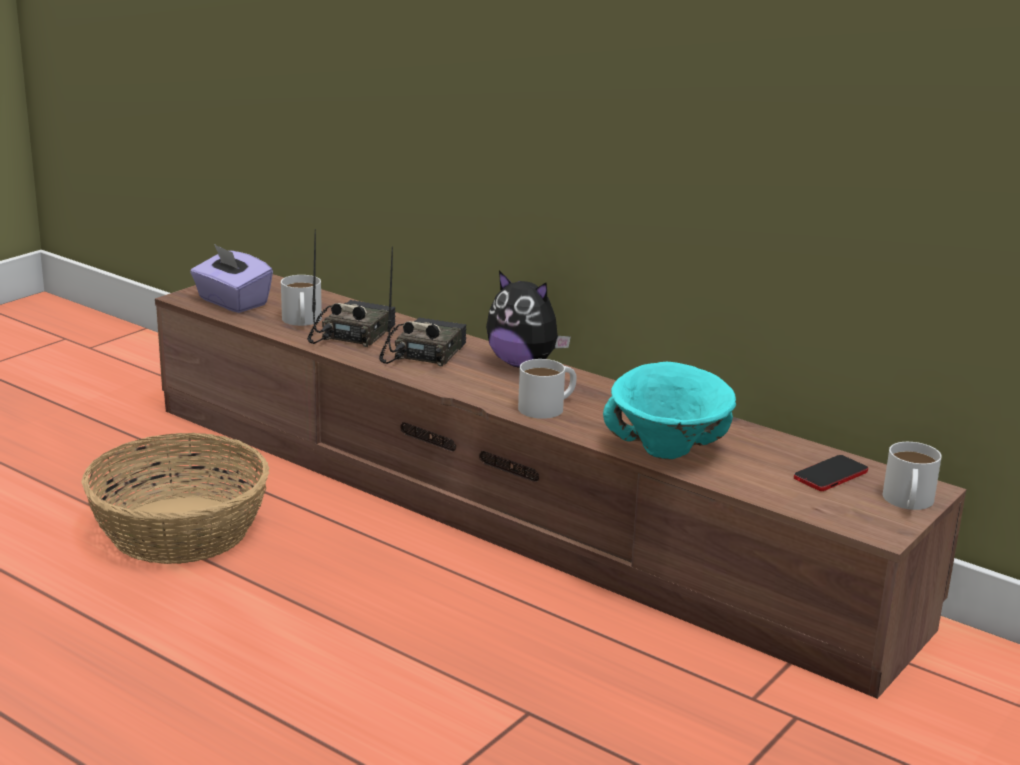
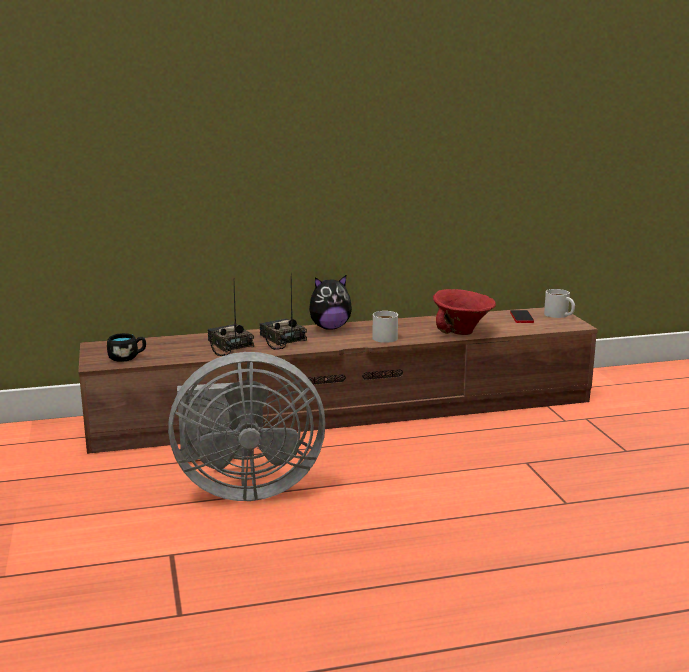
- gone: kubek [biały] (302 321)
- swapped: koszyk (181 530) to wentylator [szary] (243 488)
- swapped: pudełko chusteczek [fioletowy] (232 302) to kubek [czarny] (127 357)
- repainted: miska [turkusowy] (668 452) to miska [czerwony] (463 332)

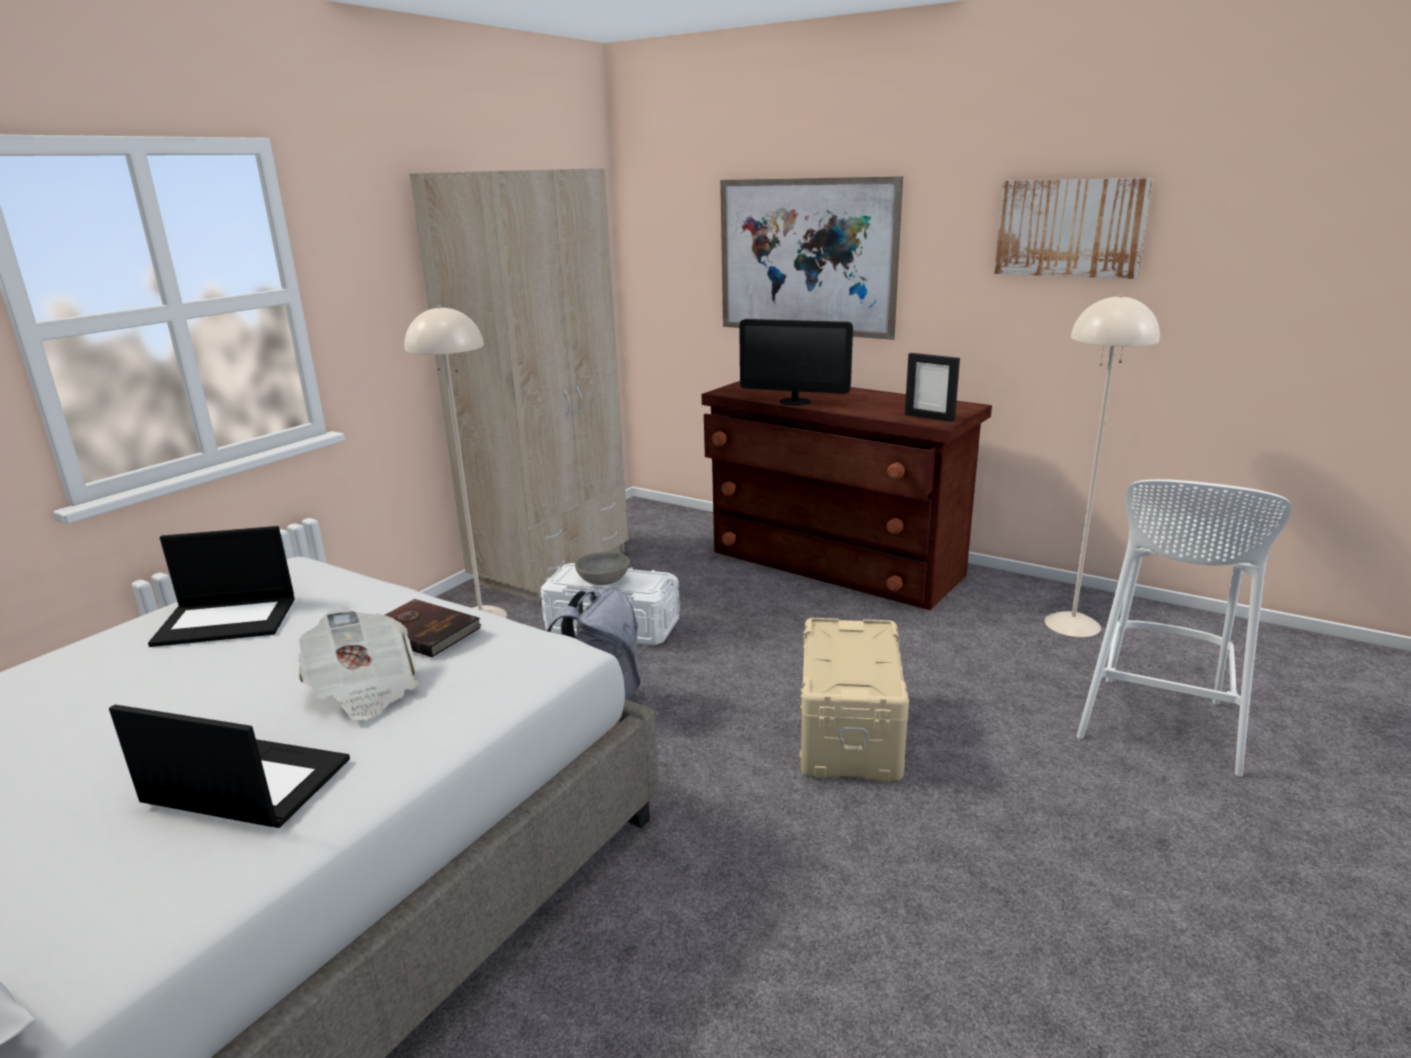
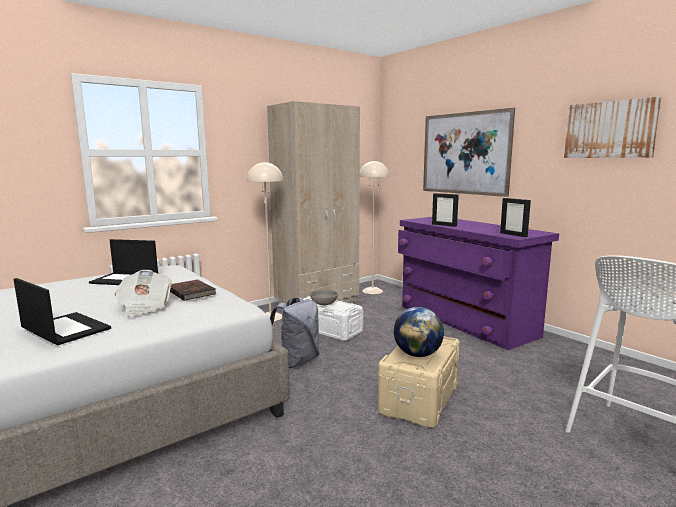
- new: globus (417 354)
- shifted: lampa stojąca [beżowy] (1072 624) to (372 291)
- swapped: monitor (795 402) to ramka na zdjęcie (444 225)
- repainted: komoda [brązowy] (832 565) to komoda [fioletowy] (463 321)

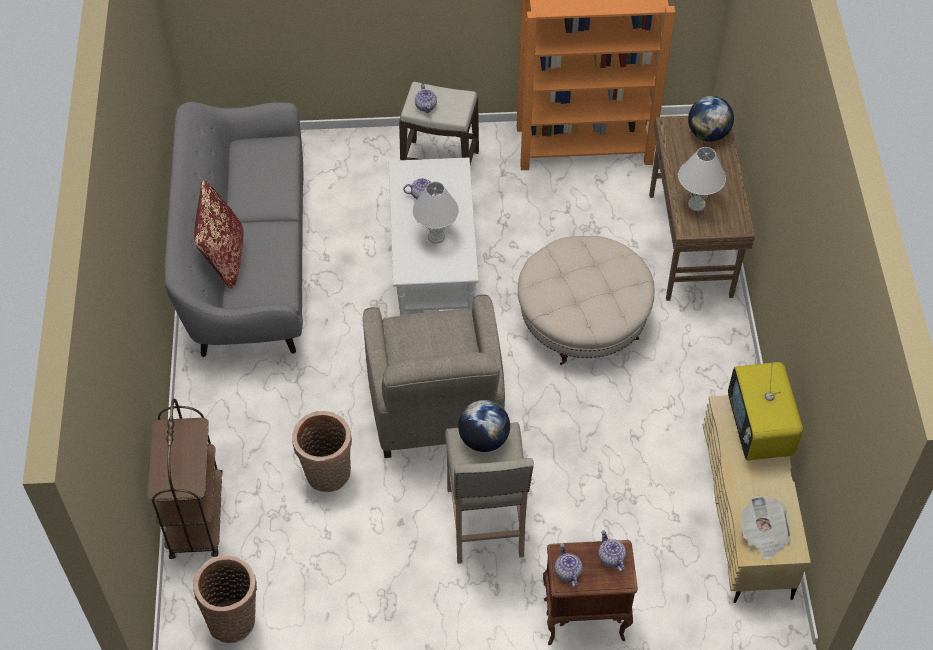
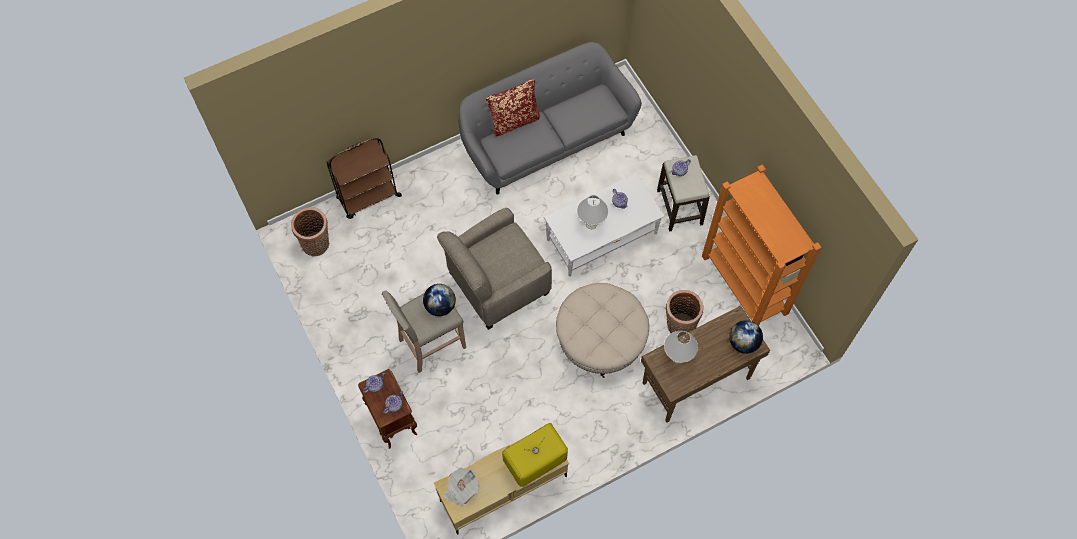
- shifted: koszyk (327 476) to (679 326)

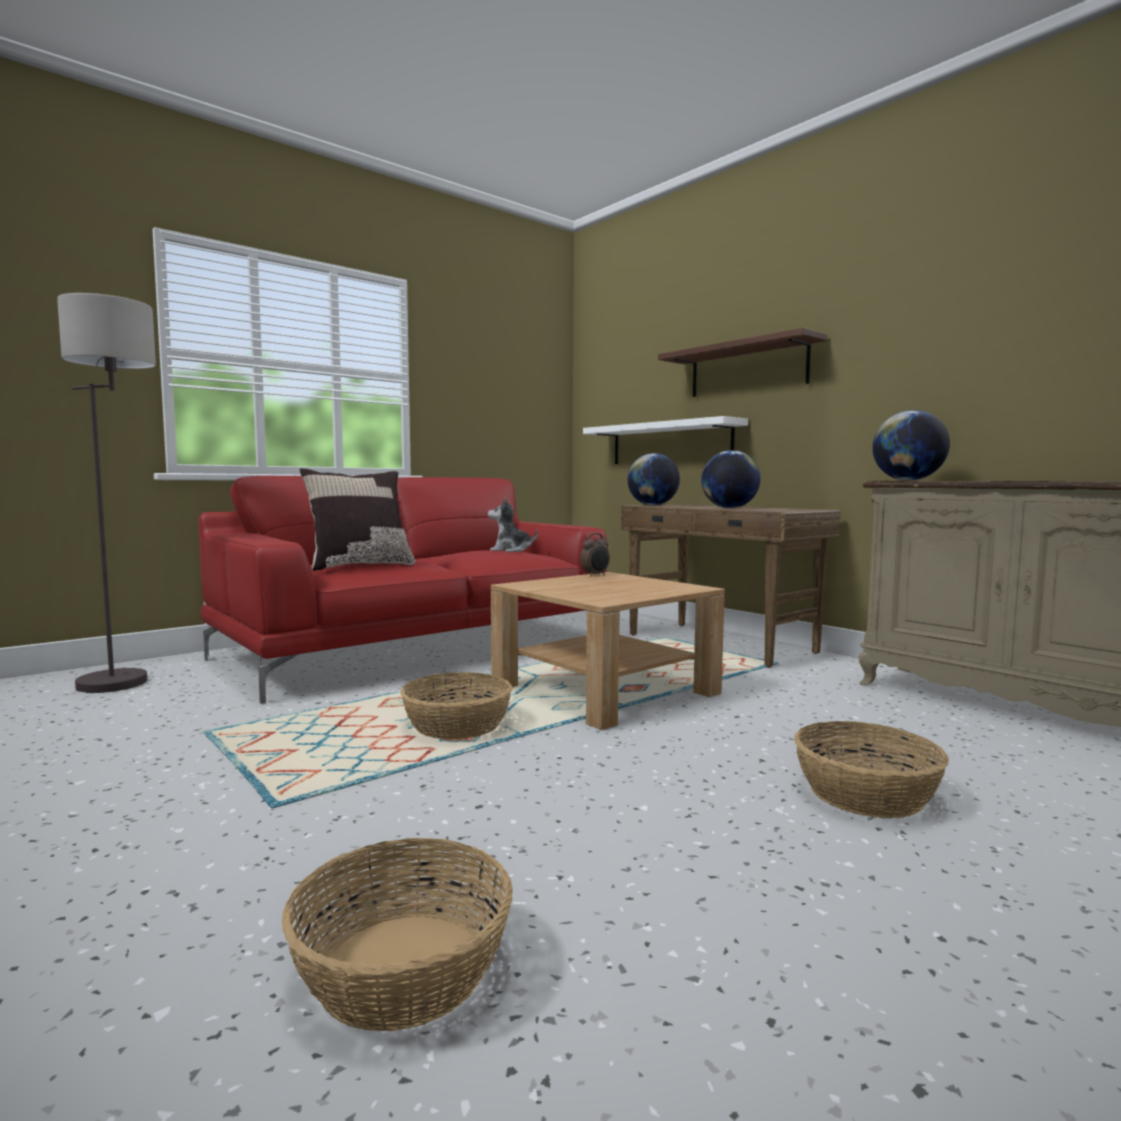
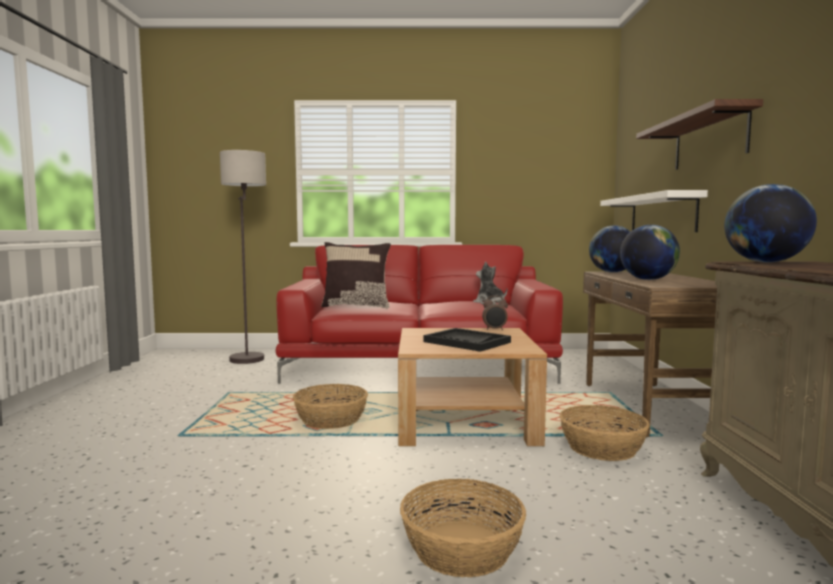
- new: taca [czarny] (466 342)
- shifted: koszyk (402 967) to (602 448)

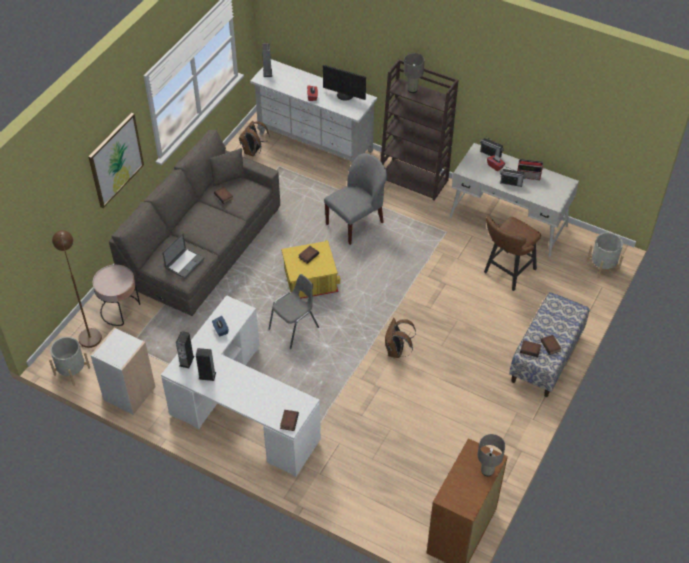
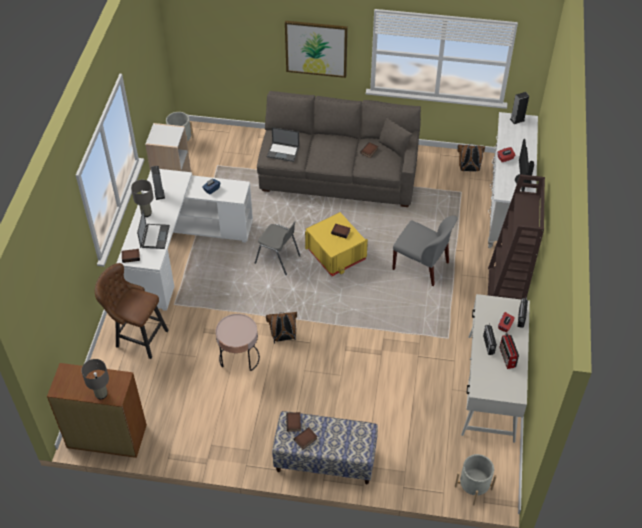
- gone: lampa stojąca [brązowy] (88 333)
- gone: głośnik (186 361)
- new: laptop (155 236)
- shifted: stolik [różowy] (120 310) to (239 358)
- shifted: lampa stołowa [szary] (412 90) to (146 214)
- shifted: stołek [brązowy] (506 274) to (136 336)

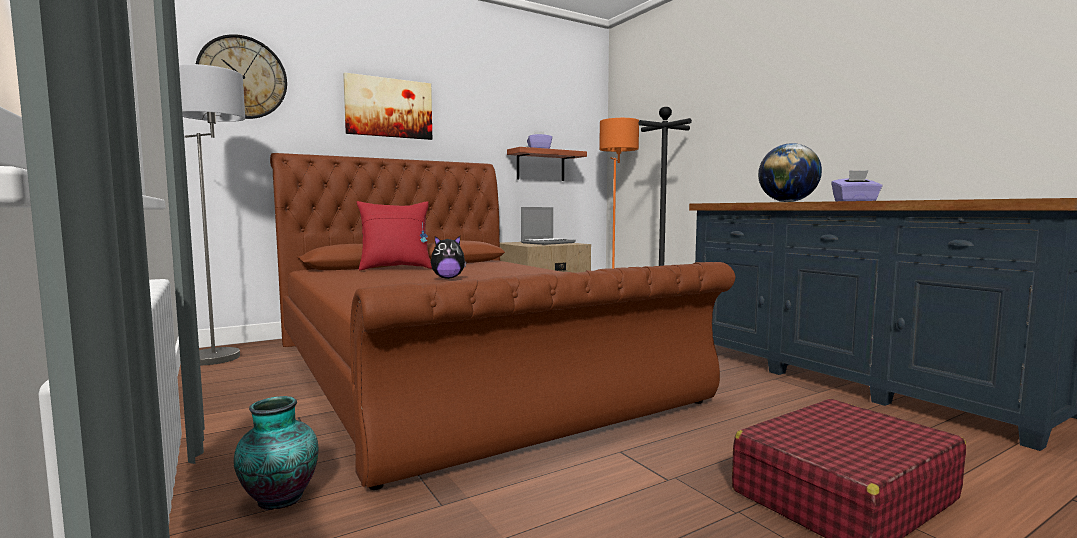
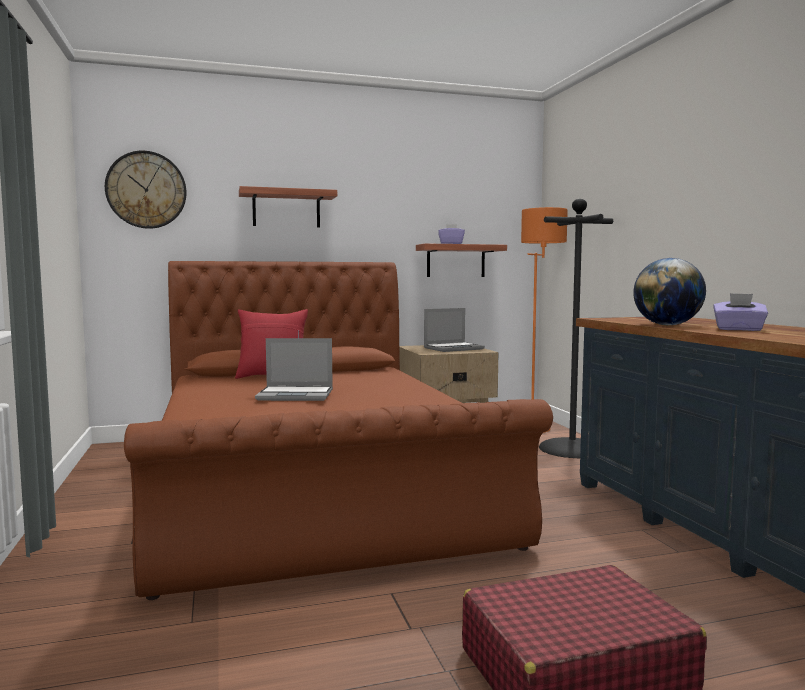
- gone: lampa stojąca [szary] (223 360)
- gone: wazon (278 499)
- swapped: obraz (389 108) to półka (286 209)
- swapped: pluszak (448 278) to laptop (296 395)

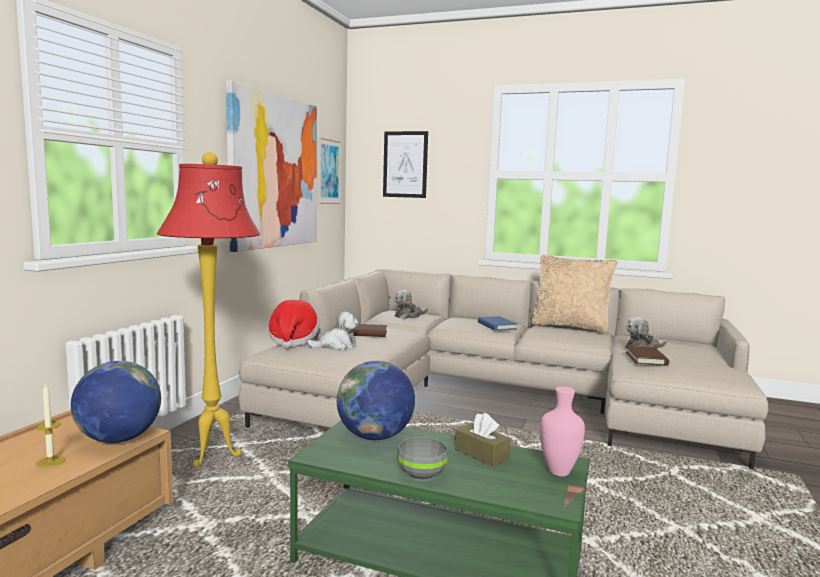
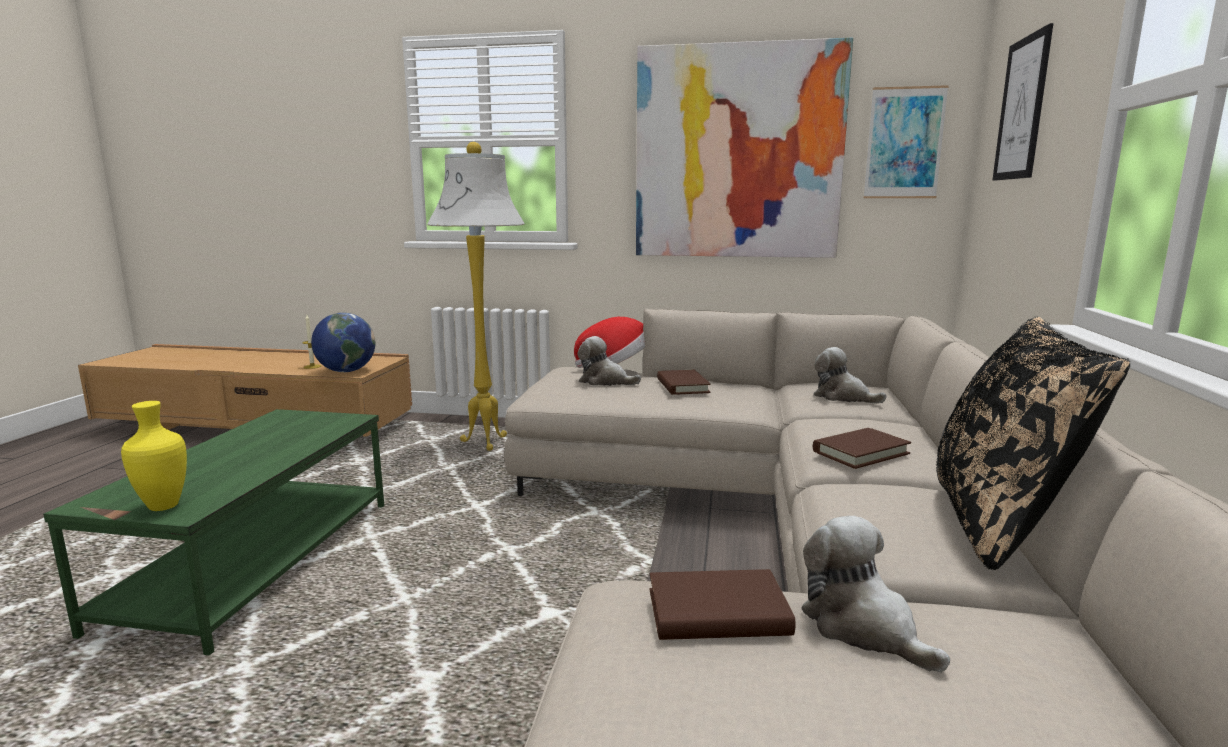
- gone: globus (375 437)
- gone: miska [szary] (422 475)
- gone: pudełko chusteczek [brązowy] (481 454)
- repainted: lampa stojąca [czerwony] (215 456) to lampa stojąca [biały] (487 444)
- repainted: książka [niebieski] (496 326) to książka [brązowy] (860 452)
- repainted: poduszka [beżowy] (570 328) to poduszka [czarny] (996 531)
- repainted: wazon [różowy] (560 472) to wazon [żółty] (163 507)
- rotated: pluszak (336 346) = (605 381) 150 degrees clockwise

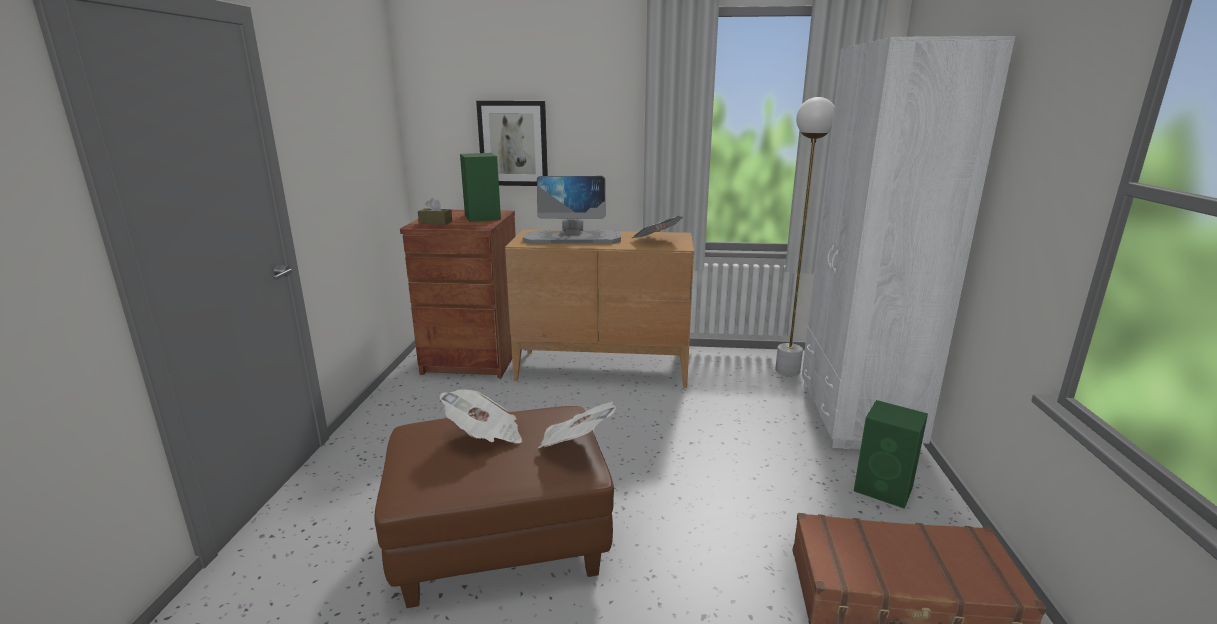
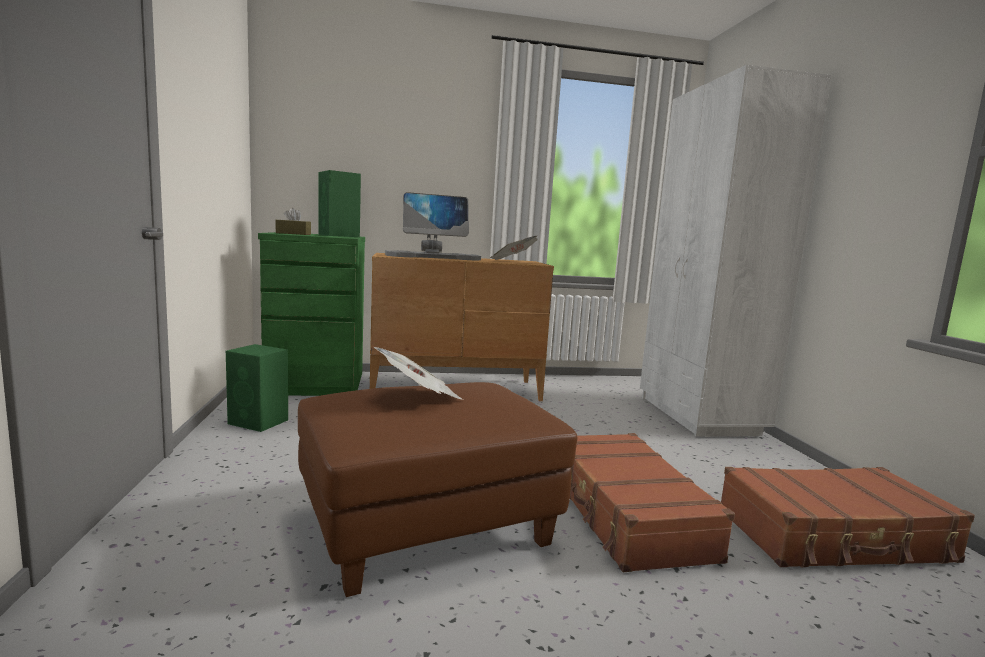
- gone: obraz (513 143)
- gone: gazeta (575 443)
- gone: lampa stojąca [biały] (787 371)
- new: walizka [brązowy] (625 514)
- shifted: głośnik [zielony] (885 489) to (259 422)
- repainted: komoda [brązowy] (474 358) to komoda [zielony] (317 384)

